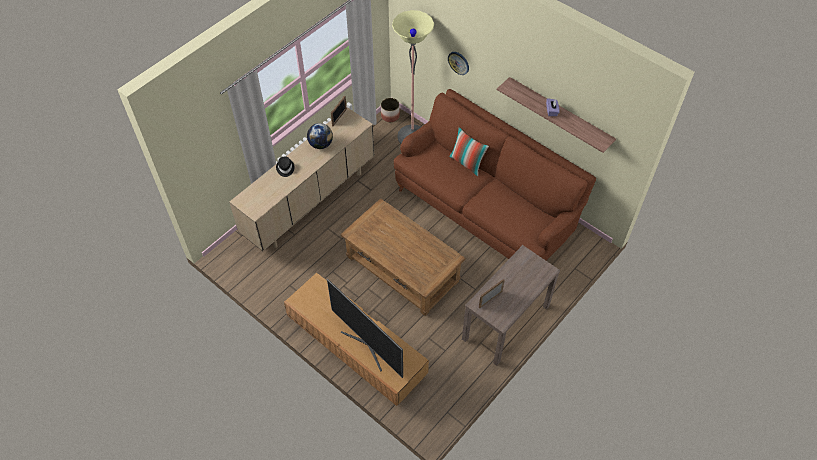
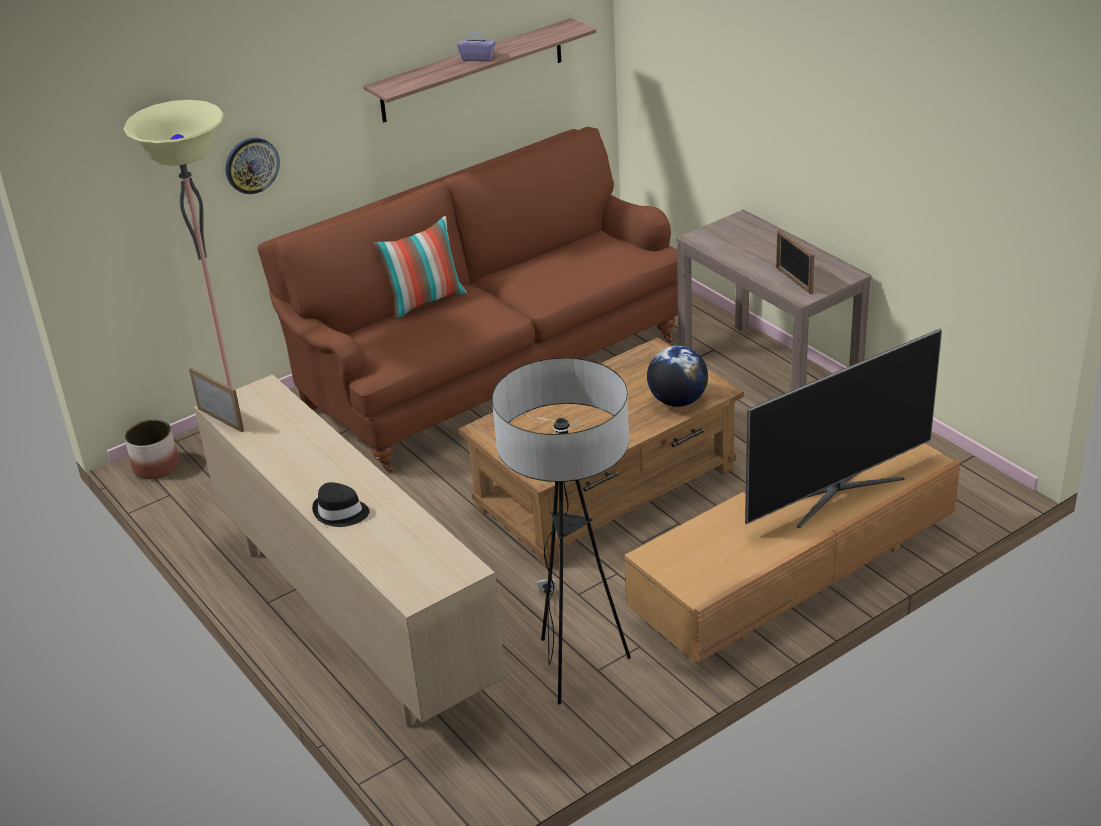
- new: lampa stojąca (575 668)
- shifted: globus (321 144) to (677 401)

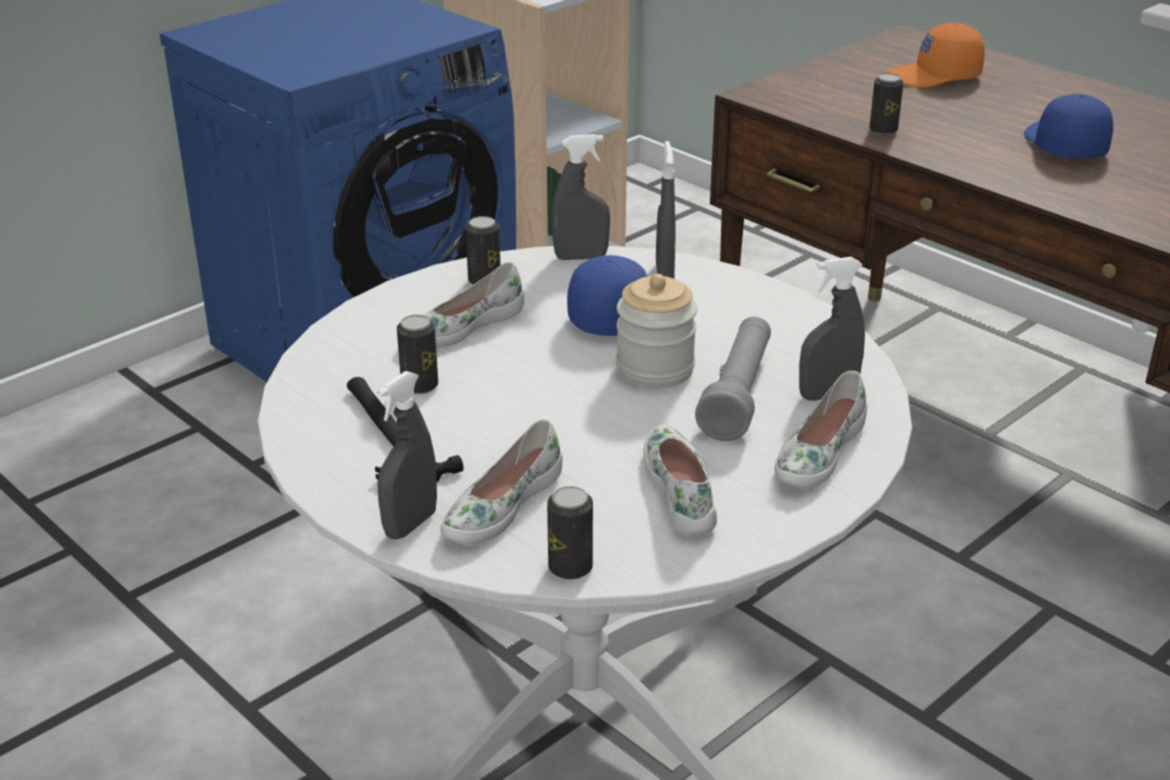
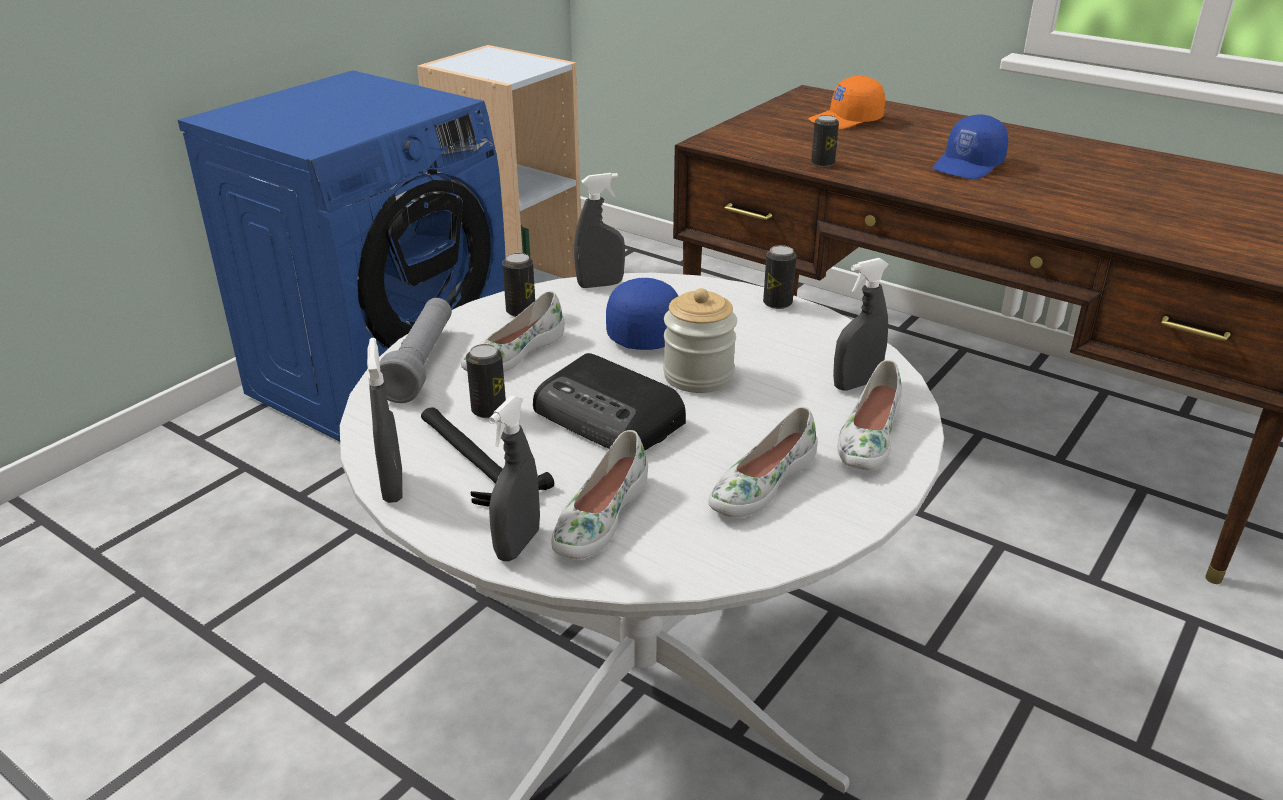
- new: radio (609 417)
- shifted: puszka (570 568) to (777 303)
- shifted: spryskiwacz [szary] (664 272) to (393 487)
- shifted: latarka [szary] (738 394) to (421 363)
- rotated: but [biały] (681 490) = (761 483) 120 degrees counterclockwise
- rotated: czapka z daszkiem [niebieski] (1062 146) = (969 166) 120 degrees counterclockwise

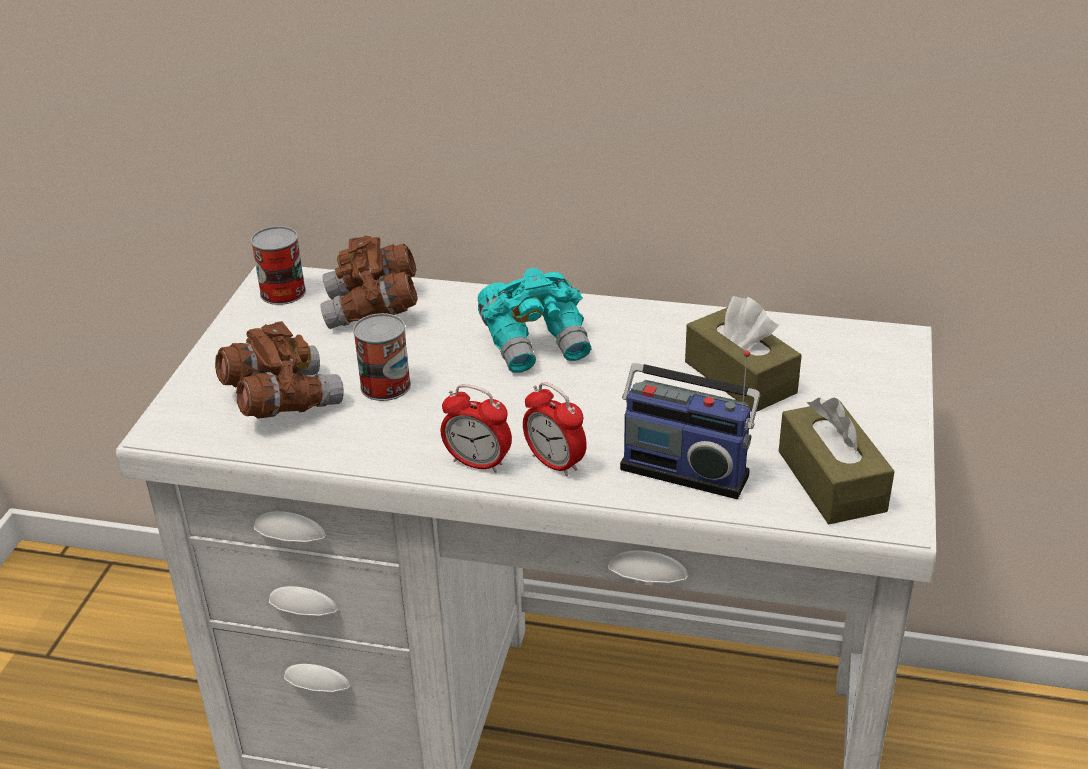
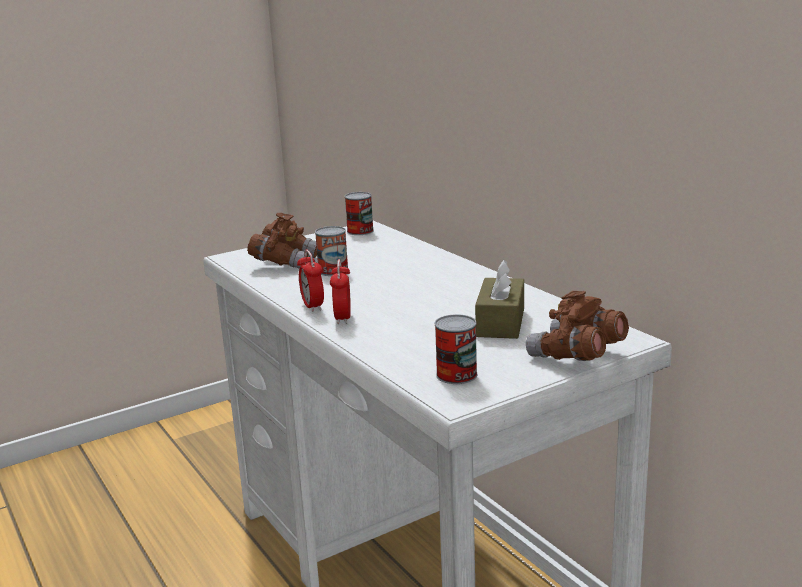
- gone: lornetka [turkusowy] (536 343)
- gone: radio (686 468)
- shifted: lornetka [brązowy] (372 309) to (576 356)
- swapped: pudełko chusteczek [brązowy] (831 481) to puszka (456 375)

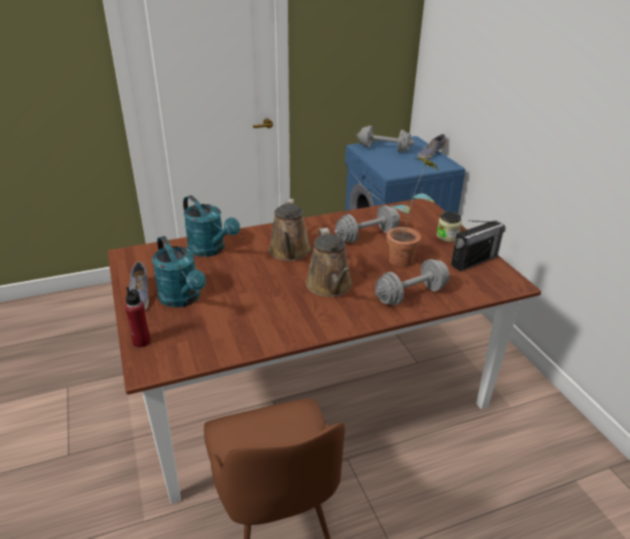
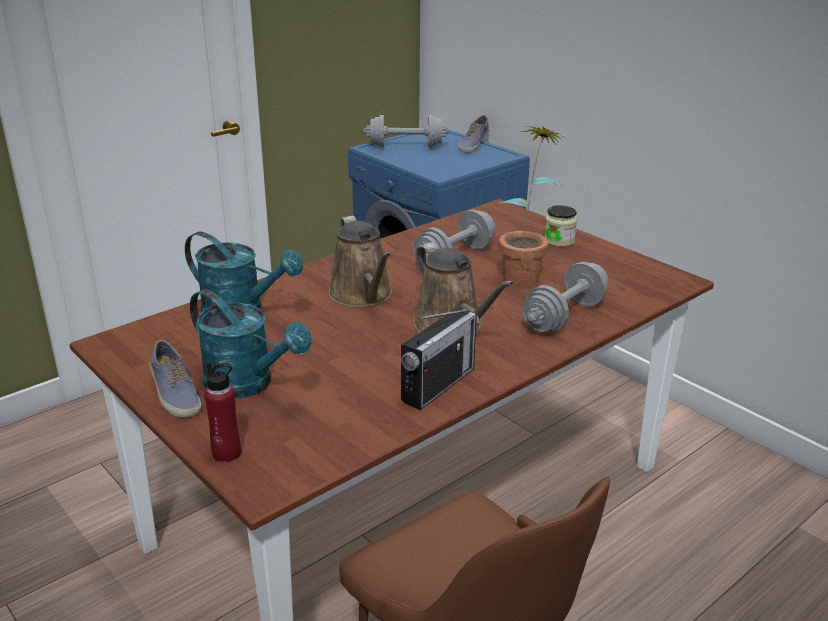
- shifted: radio (474 261) to (438 385)

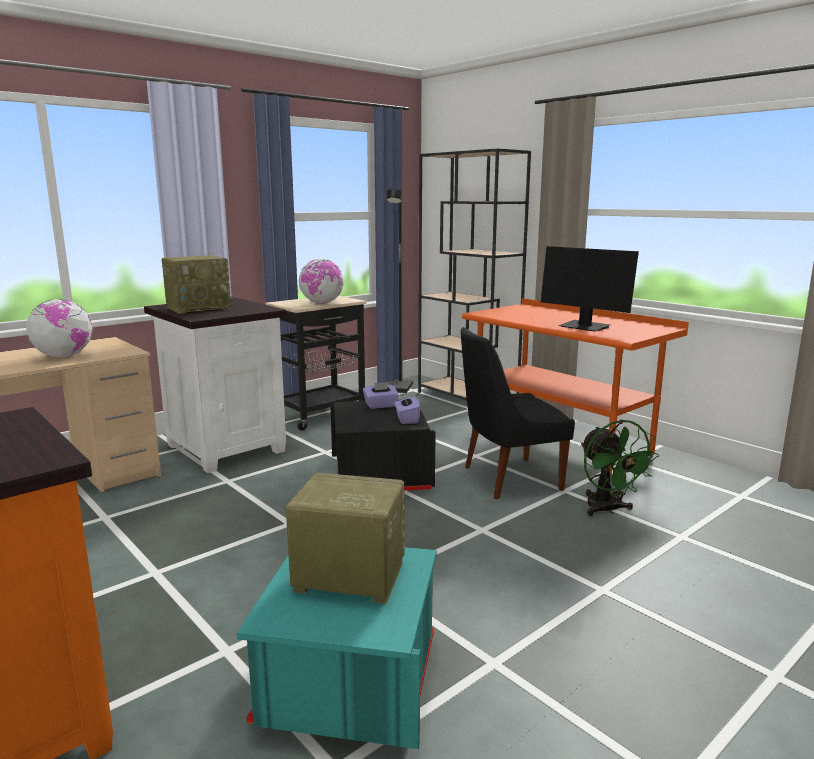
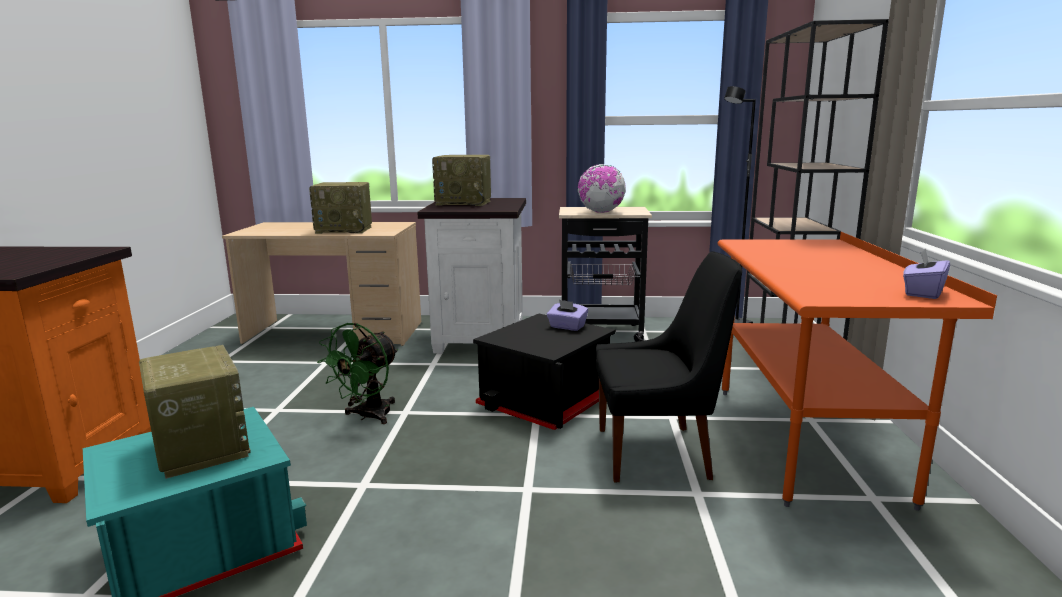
- gone: monitor (584 327)
- shifted: pudełko chusteczek [fioletowy] (407 419) to (922 293)
- shifted: wentylator [zielony] (607 510) to (368 416)
- swapped: globus (64 356) to radio (345 230)
- rotated: krzesło [czarny] (508 478) = (658 453) 150 degrees clockwise

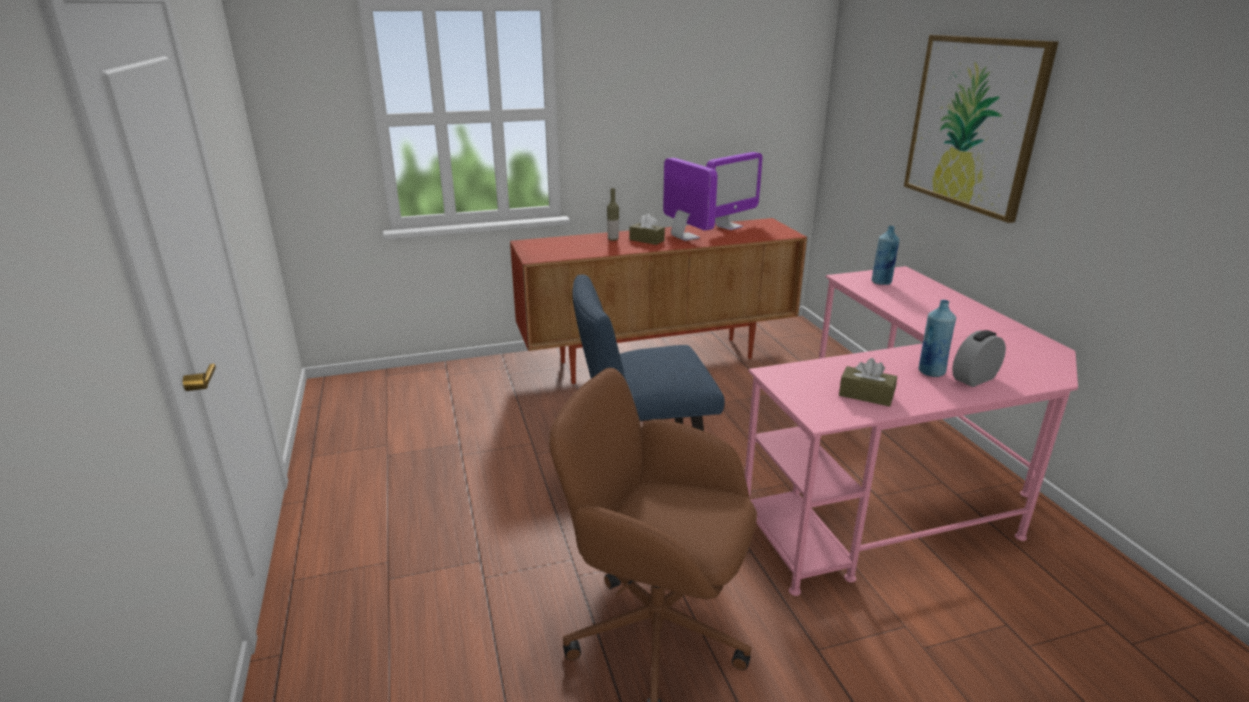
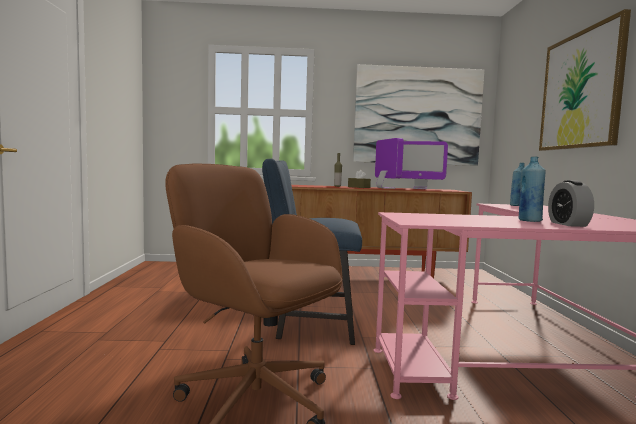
- gone: pudełko chusteczek [brązowy] (866 395)
- new: obraz (417 116)
- rotated: monitor (729 226) = (419 188) 45 degrees clockwise
- rotated: budzik (974 378) = (568 224) 75 degrees counterclockwise

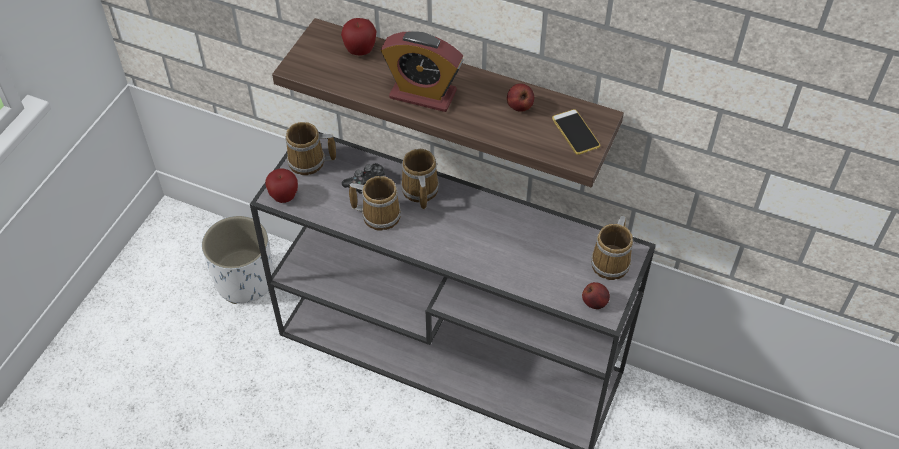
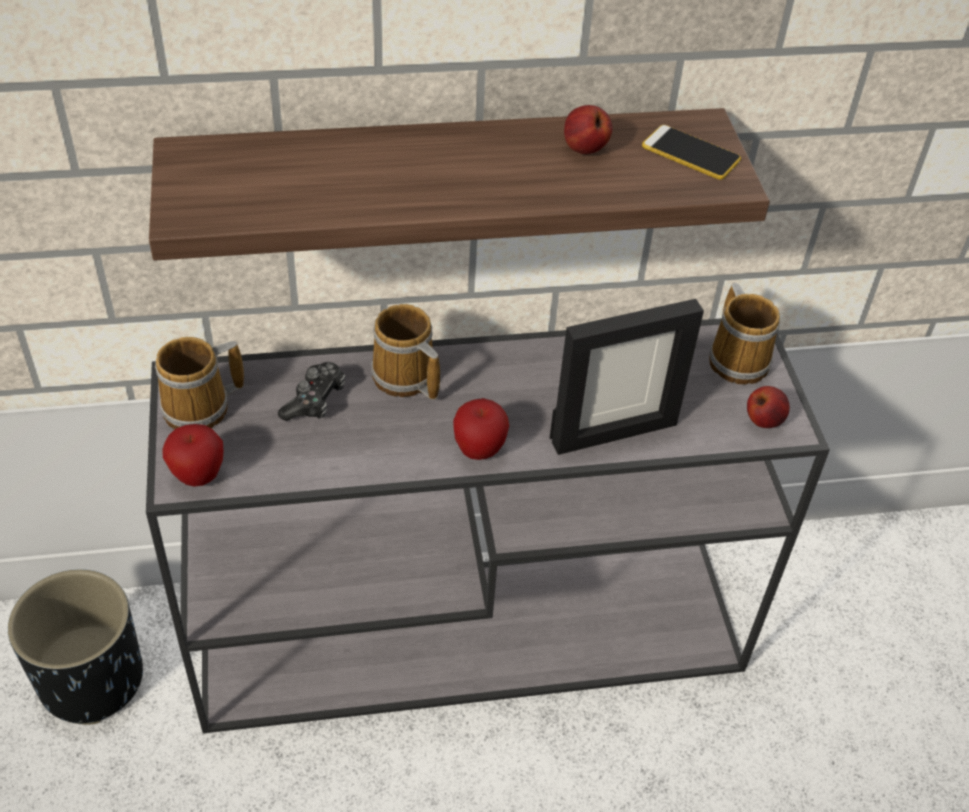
- gone: kubek (379 214)
- gone: budzik (423 94)
- new: ramka na zdjęcie (613 431)
- shifted: jabłko (360 51) to (479 450)
- repainted: donica [biały] (245 280) to donica [czarny] (92 679)

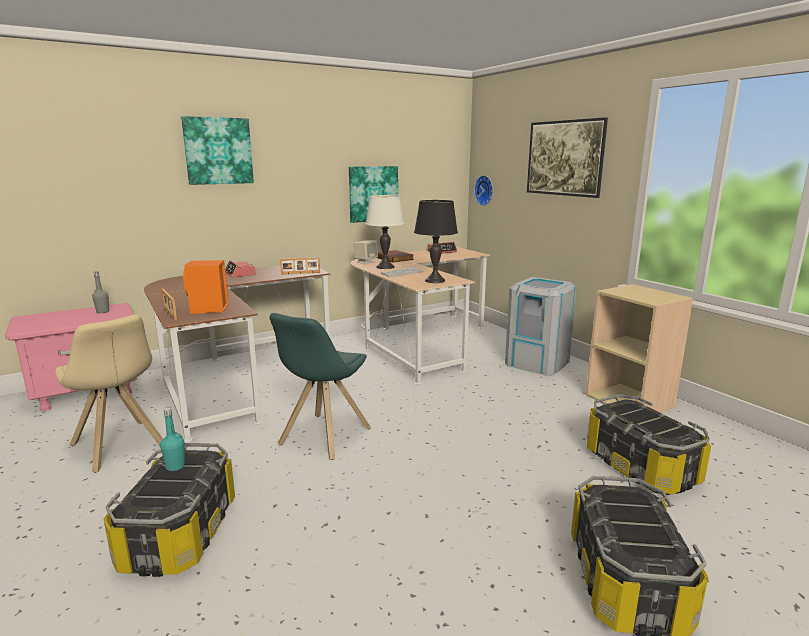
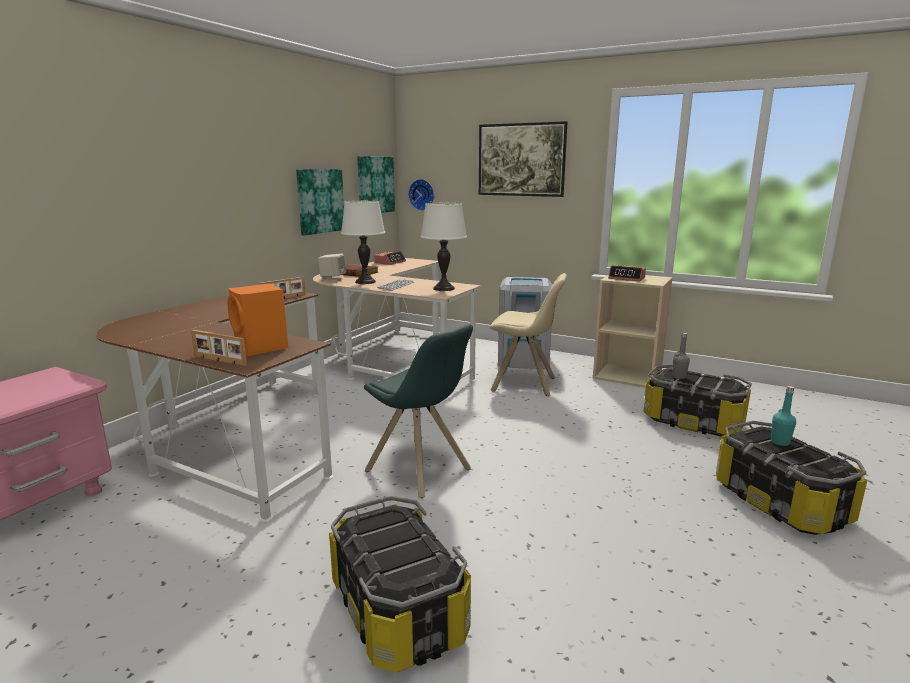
- shifted: krzesło [beżowy] (119 445) to (524 384)
- shifted: butelka [szary] (103 311) to (679 377)
- shifted: butelka [turkusowy] (175 466) to (780 442)
- shifted: obraz (218 151) to (375 185)
- shifted: budzik (240 274) to (627 278)
- repainted: lampa stołowa [czarny] (435 280) to lampa stołowa [biały] (444 288)
- rotated: krzesło [turkusowy] (324 436) = (419 470) 45 degrees counterclockwise

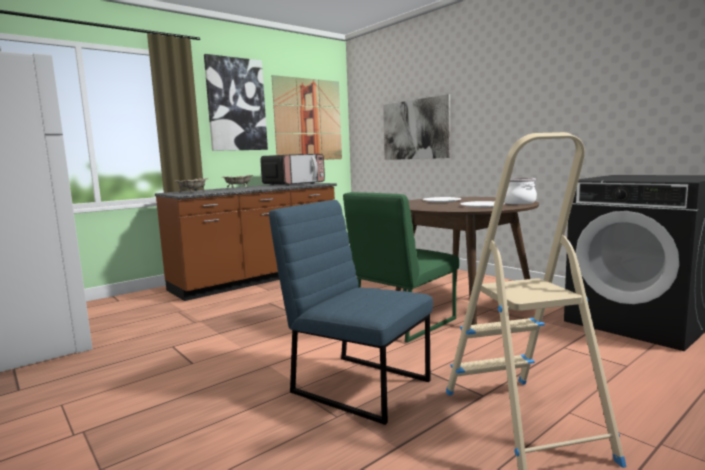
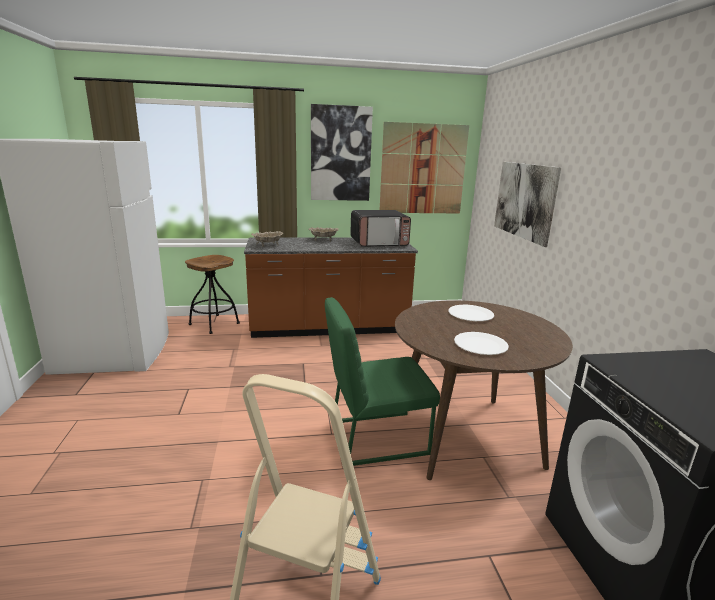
- gone: krzesło [niebieski] (358 385)
- gone: garnek (518 202)
- new: stołek [brązowy] (214 323)

